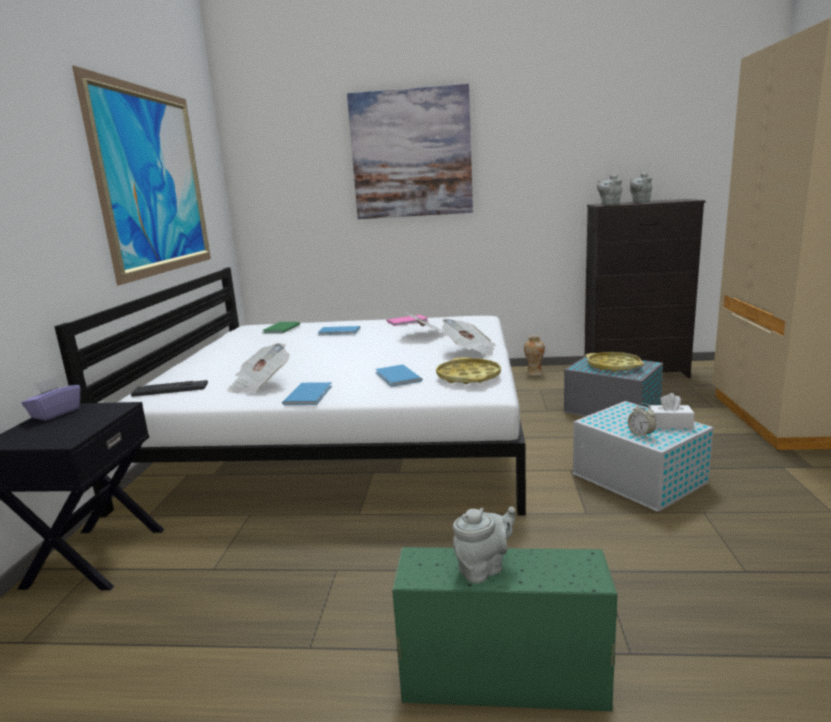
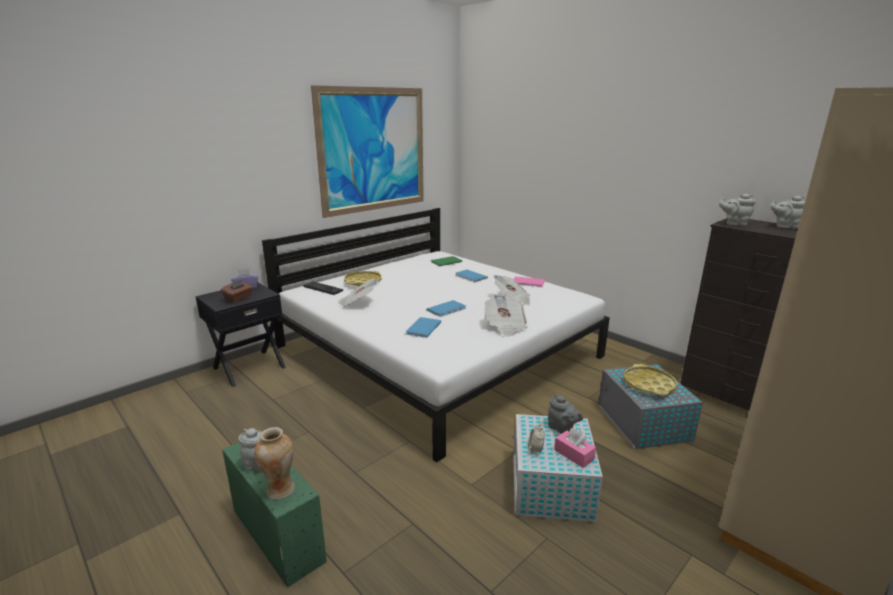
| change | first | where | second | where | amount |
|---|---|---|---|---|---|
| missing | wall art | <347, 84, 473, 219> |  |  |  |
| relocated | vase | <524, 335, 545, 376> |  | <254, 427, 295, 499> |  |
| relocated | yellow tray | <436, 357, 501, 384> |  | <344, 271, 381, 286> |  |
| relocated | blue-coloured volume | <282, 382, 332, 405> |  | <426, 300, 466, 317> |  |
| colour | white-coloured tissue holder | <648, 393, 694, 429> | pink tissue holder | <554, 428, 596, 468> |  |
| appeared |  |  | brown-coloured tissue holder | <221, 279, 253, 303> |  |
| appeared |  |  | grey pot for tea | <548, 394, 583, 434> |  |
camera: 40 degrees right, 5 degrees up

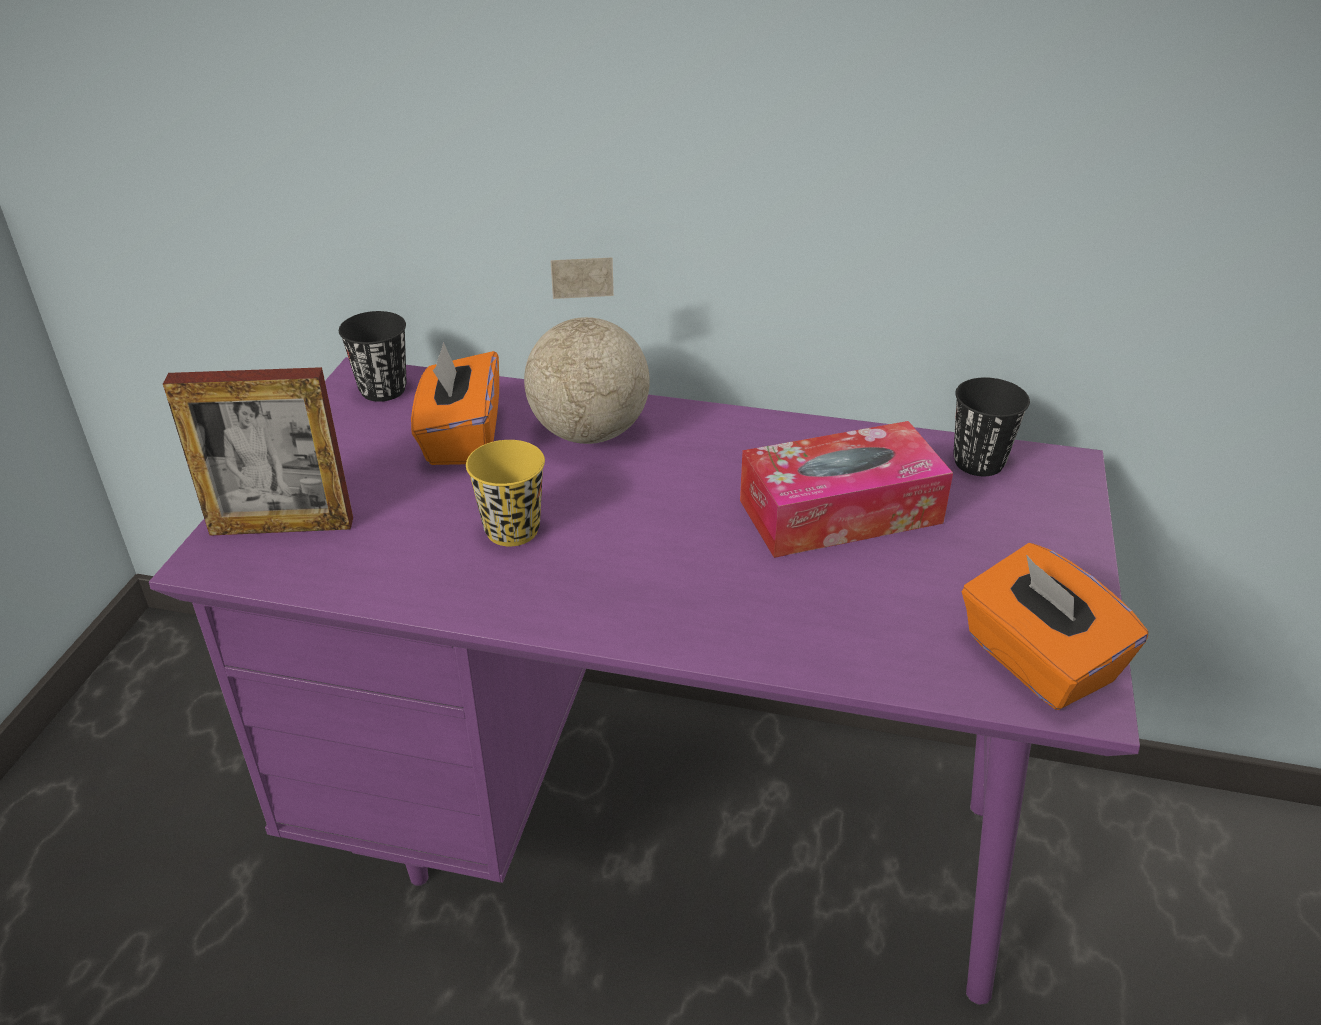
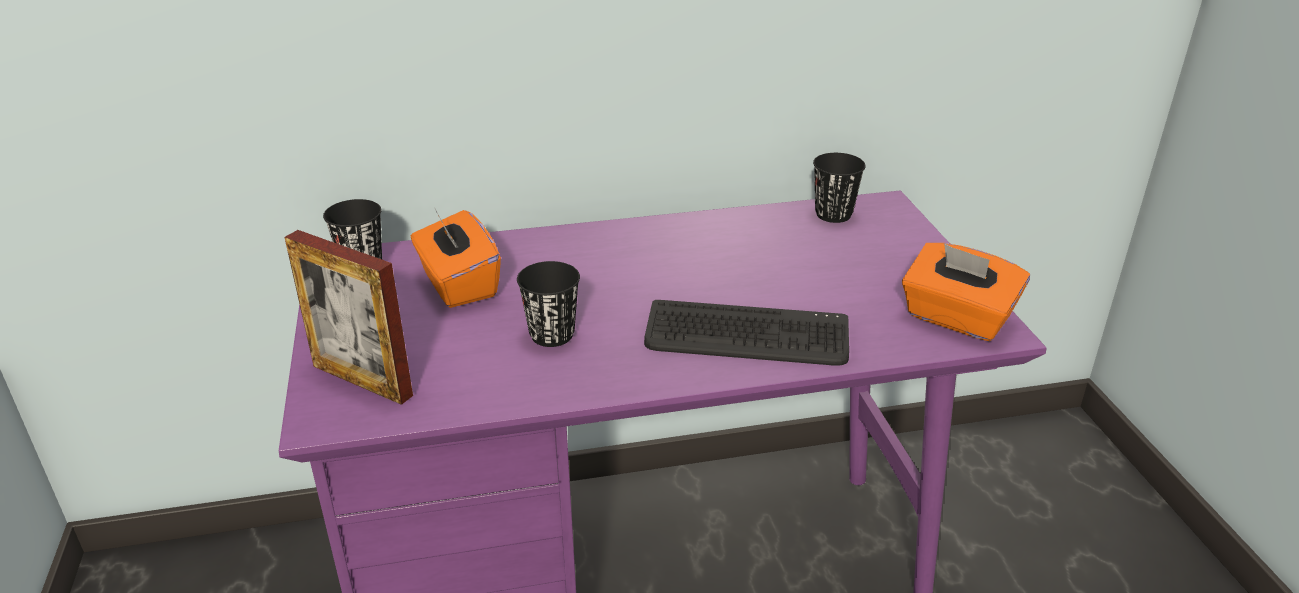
| change | first | where | second | where | amount |
|---|---|---|---|---|---|
| missing | world globe | <524, 258, 650, 444> |  |  |  |
| spun | photo frame | <163, 367, 353, 536> |  | <285, 230, 413, 405> | 60 degrees clockwise |
| missing | tissue holder | <740, 421, 953, 558> |  |  |  |
| colour | yellow small cup | <466, 440, 545, 546> | black small cup | <517, 261, 580, 347> |  |
| appeared |  |  | computer keyboard | <644, 300, 849, 366> |  |
camera: 25 degrees left, 5 degrees down

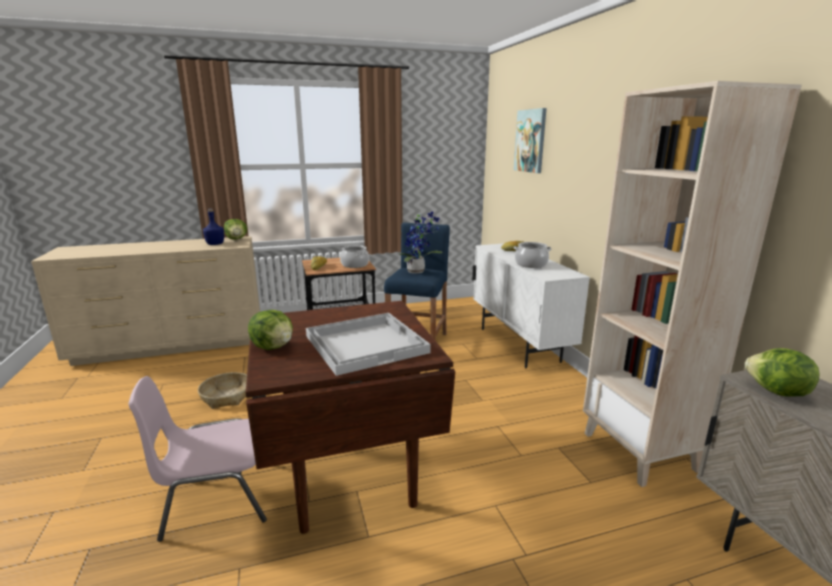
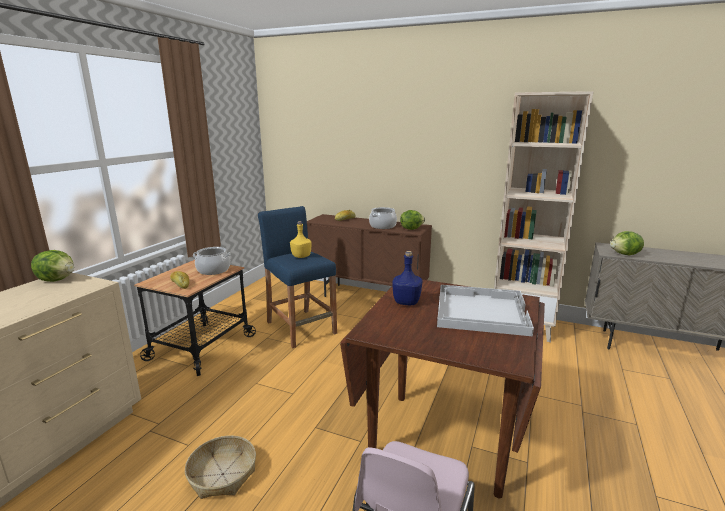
| change | first | where | second | where | amount |
|---|---|---|---|---|---|
| missing | wall art | <514, 108, 547, 173> |  |  |  |
| relocated | blue-coloured bottle | <203, 209, 224, 245> |  | <392, 251, 422, 305> |  |
| exchanged | plant in a pot | <398, 212, 443, 274> | yellow bottle | <290, 221, 312, 258> |  |
| colour | white-coloured storage cabinet | <472, 243, 590, 368> | brown-coloured storage cabinet | <307, 214, 432, 297> |  |
| relocated | head of lettuce | <248, 310, 293, 350> |  | <400, 210, 425, 230> |  |
camera: 50 degrees left, 0 degrees up

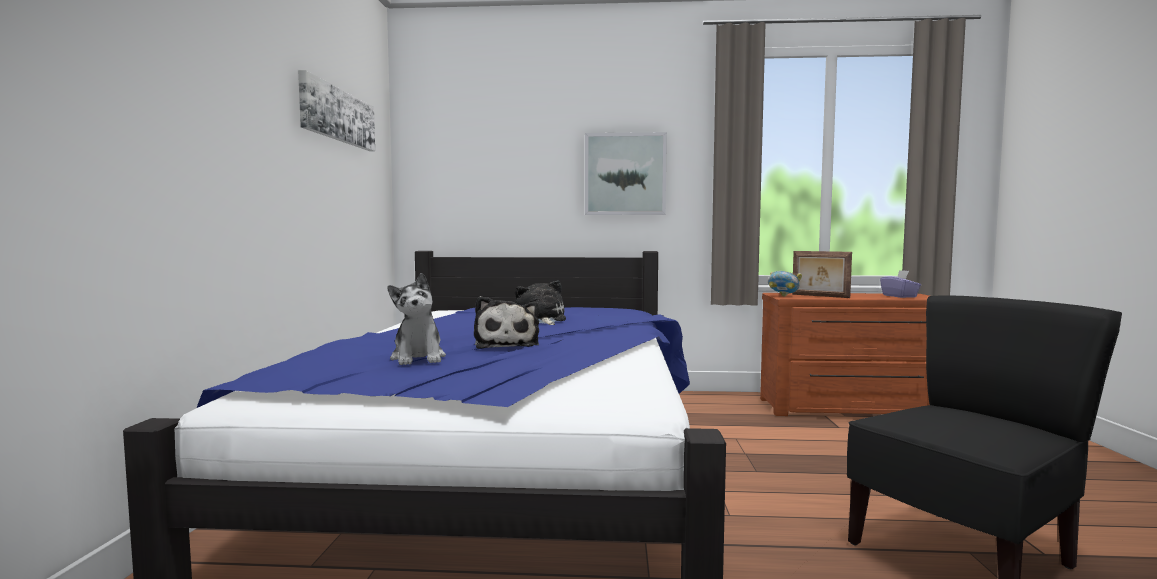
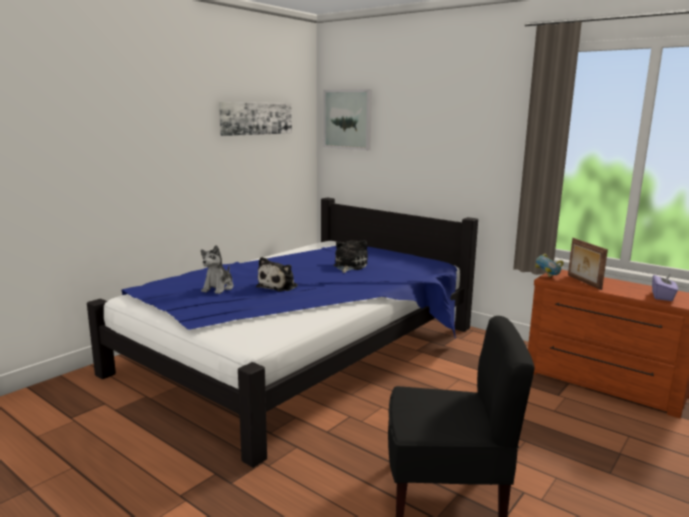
| change | first | where | second | where | amount |
|---|---|---|---|---|---|
| relocated | wall art | <585, 132, 667, 215> |  | <323, 89, 372, 150> |  |
camera: 35 degrees right, 10 degrees up

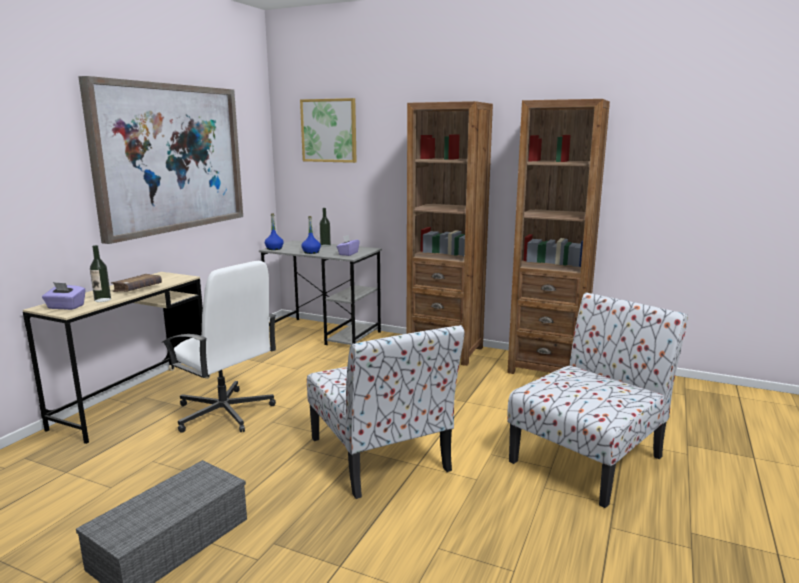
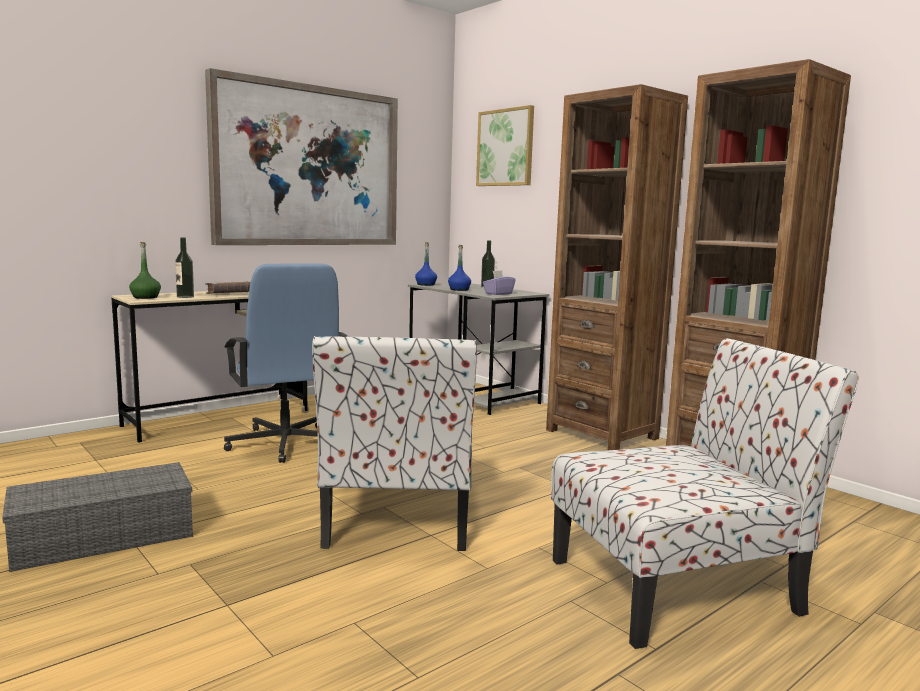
| change | first | where | second | where | amount |
|---|---|---|---|---|---|
| colour | white-coloured computer chair | <162, 261, 276, 433> | blue-coloured computer chair | <224, 263, 348, 463> |  |
| exchanged | purple-coloured tissue holder | <42, 282, 86, 310> | greenish bottle | <129, 242, 161, 299> |  |
camera: 25 degrees right, 5 degrees down

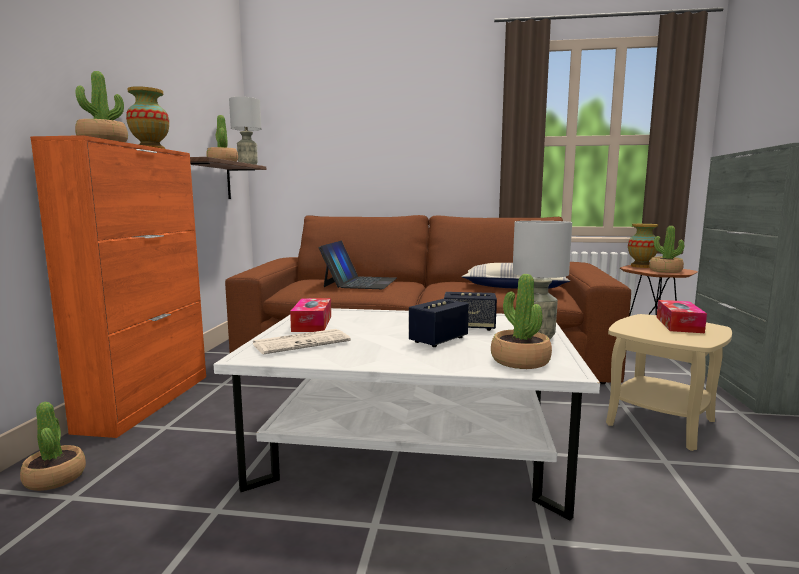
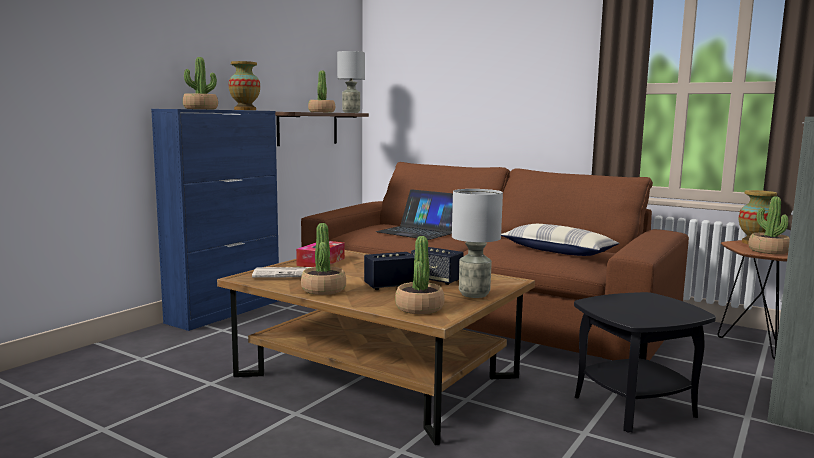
| change | first | where | second | where | amount |
|---|---|---|---|---|---|
| colour | orange storage cabinet | <30, 135, 206, 438> | blue-coloured storage cabinet | <151, 109, 279, 331> |  |
| spun | laptop | <318, 241, 397, 289> |  | <376, 189, 453, 240> | 90 degrees clockwise |
| missing | tissue holder | <657, 300, 707, 333> |  |  |  |
| colour | white-coloured lounge table | <214, 308, 600, 520> | brown-coloured lounge table | <217, 250, 535, 445> |  |
| colour | beige side table | <606, 314, 732, 451> | black side table | <574, 292, 716, 433> |  |
| relocated | plant in a pot | <20, 402, 86, 491> |  | <301, 223, 346, 295> |  |
camera: 25 degrees right, 0 degrees up

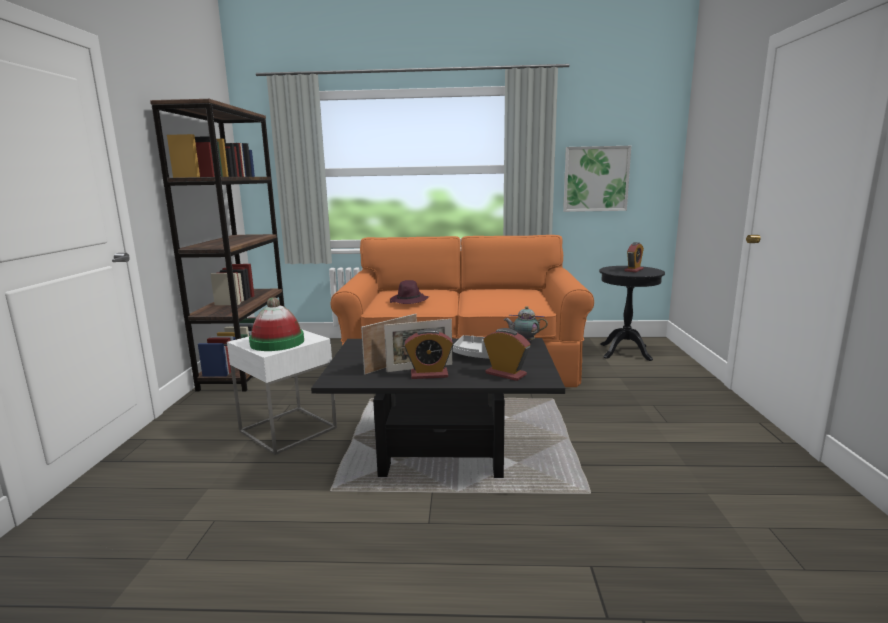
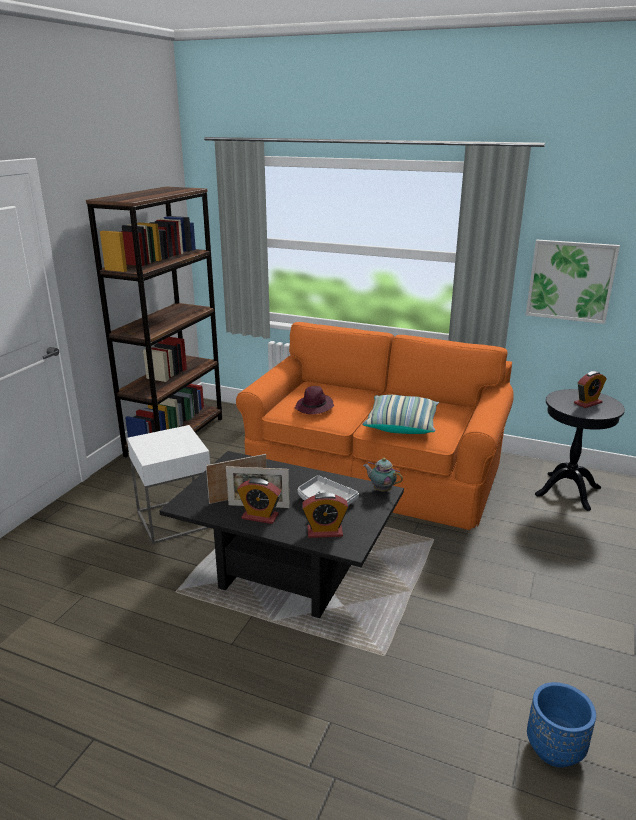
| change | first | where | second | where | amount |
|---|---|---|---|---|---|
| missing | hat | <249, 297, 304, 351> |  |  |  |
| spun | alarm clock | <483, 328, 530, 381> |  | <302, 493, 348, 538> | 120 degrees clockwise |
| appeared |  |  | pillow | <362, 395, 439, 434> |  |
| appeared |  |  | blue-coloured flower pot | <527, 682, 596, 768> |  |
camera: 20 degrees right, 10 degrees up

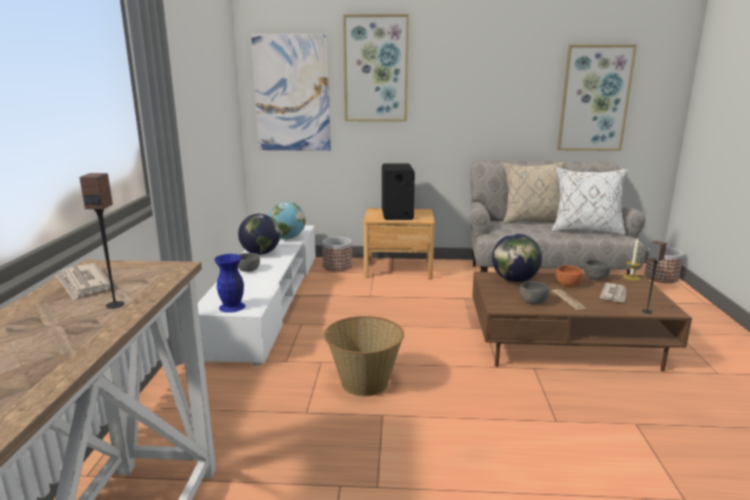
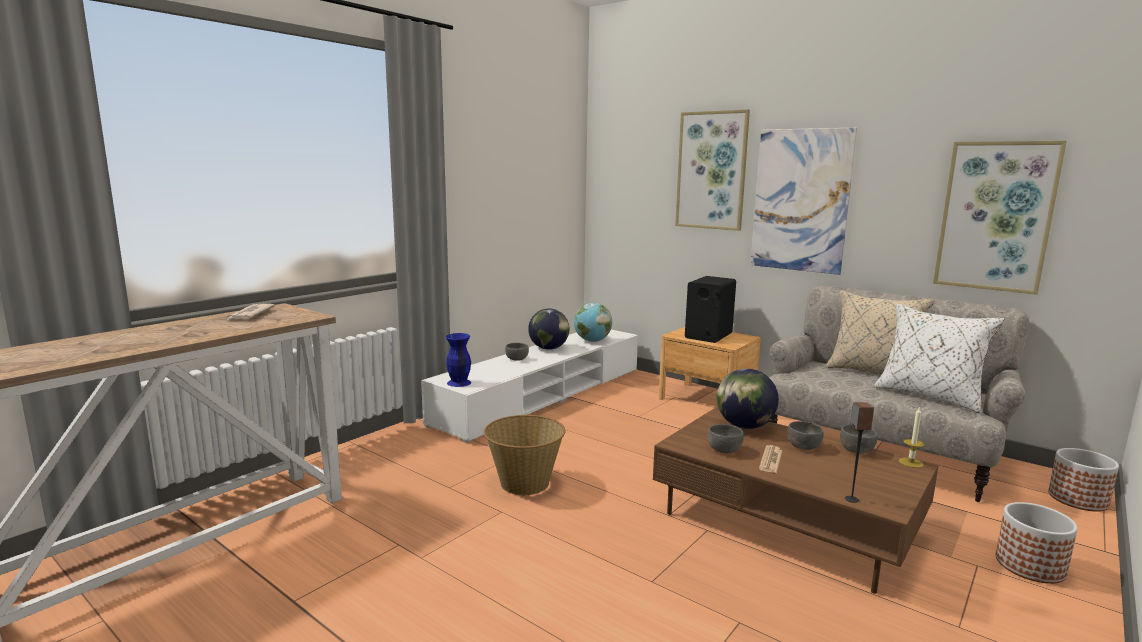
| change | first | where | second | where | amount |
|---|---|---|---|---|---|
| relocated | wall art | <251, 34, 331, 151> |  | <750, 127, 857, 275> |  |
| missing | speaker | <79, 173, 124, 309> |  |  |  |
| relocated | flower pot | <322, 237, 352, 272> |  | <996, 502, 1078, 584> |  |
| colour | orange serving bowl | <556, 265, 583, 287> | grey serving bowl | <787, 421, 824, 450> |  |
| missing | daily paper | <599, 283, 626, 302> |  |  |  |
camera: 35 degrees right, 5 degrees down

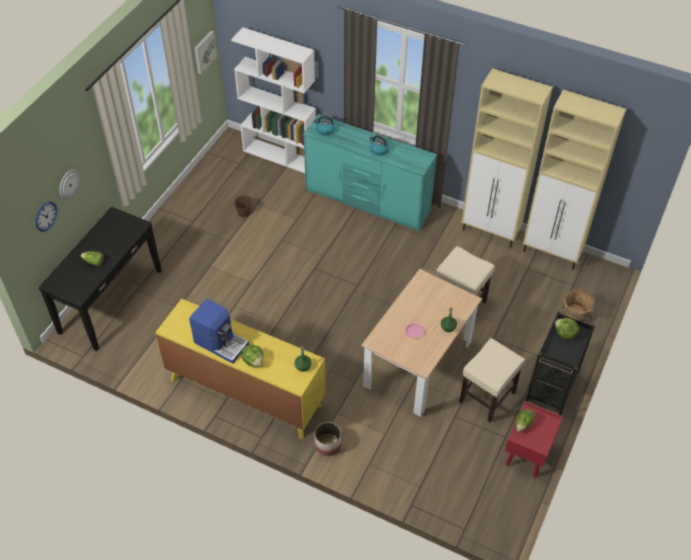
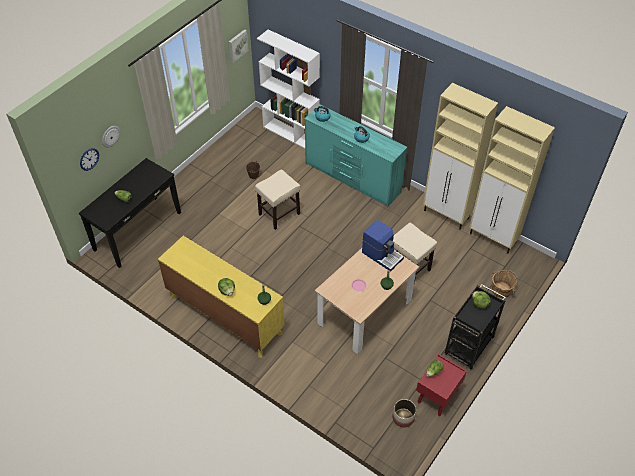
| change | first | where | second | where | amount |
|---|---|---|---|---|---|
| relocated | coffee maker | <189, 299, 249, 364> |  | <362, 220, 404, 272> |  |
| relocated | beige stool seat | <459, 338, 525, 422> |  | <255, 169, 300, 230> |  |
| relocated | flower pot | <314, 422, 341, 456> |  | <393, 399, 416, 428> |  |
camera: 10 degrees right, 0 degrees up

